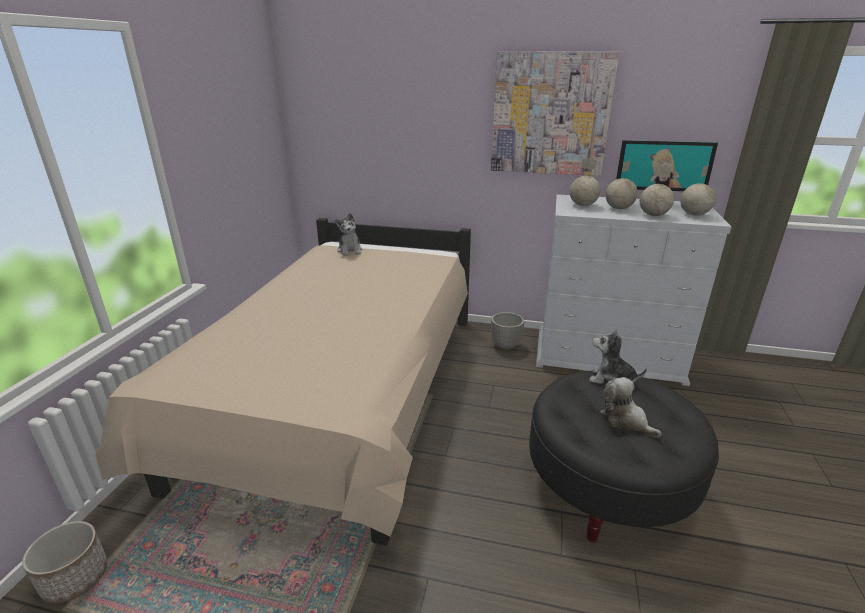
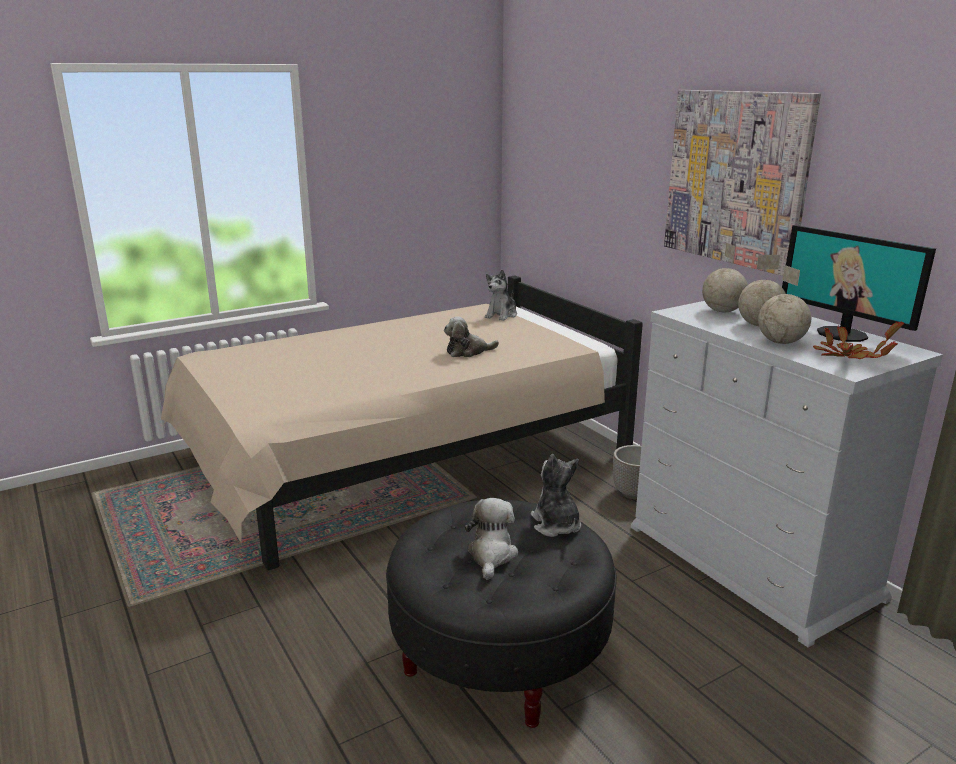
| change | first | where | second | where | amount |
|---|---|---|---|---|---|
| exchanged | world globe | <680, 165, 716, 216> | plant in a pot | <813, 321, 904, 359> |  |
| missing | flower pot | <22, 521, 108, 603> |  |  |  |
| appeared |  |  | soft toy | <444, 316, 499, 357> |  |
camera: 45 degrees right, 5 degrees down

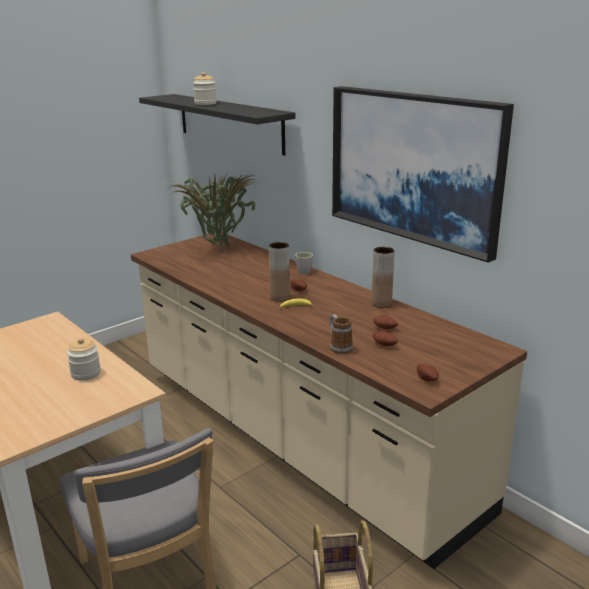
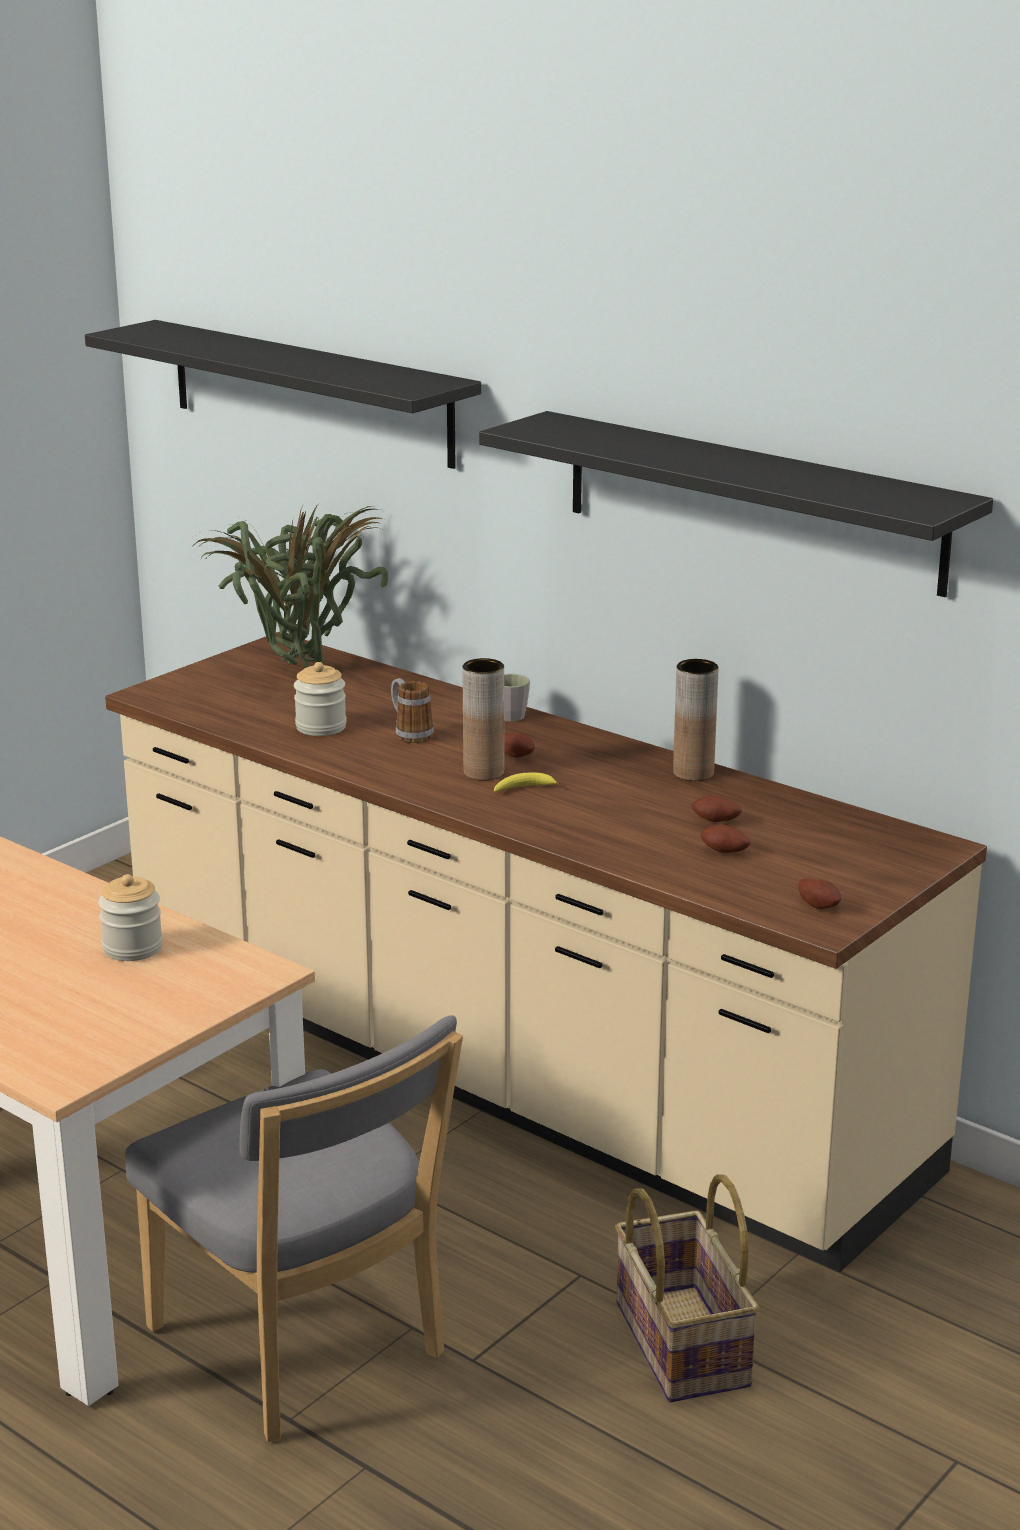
| change | first | where | second | where | amount |
|---|---|---|---|---|---|
| relocated | storage jar | <193, 72, 217, 105> |  | <294, 662, 347, 736> |  |
| exchanged | wall art | <332, 86, 514, 263> | black shelf | <479, 411, 993, 597> |  |
| relocated | tea mug | <330, 314, 353, 354> |  | <391, 678, 434, 743> |  |
camera: 10 degrees left, 0 degrees up

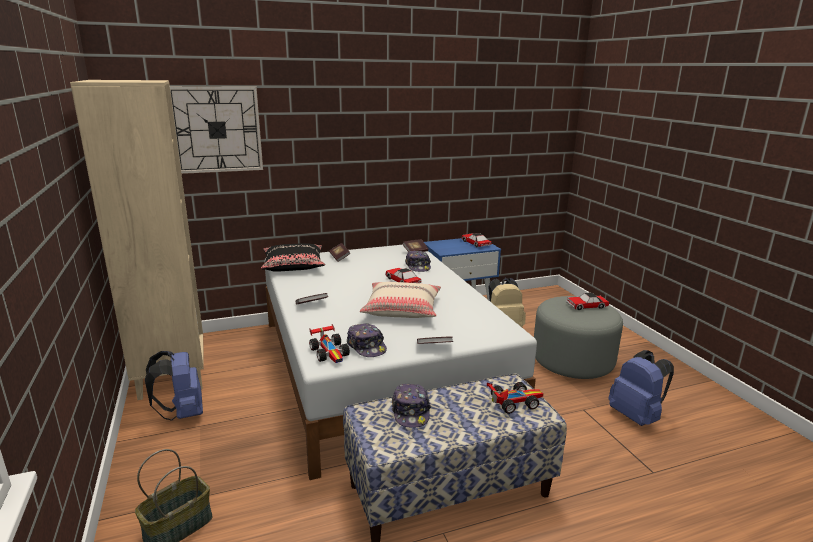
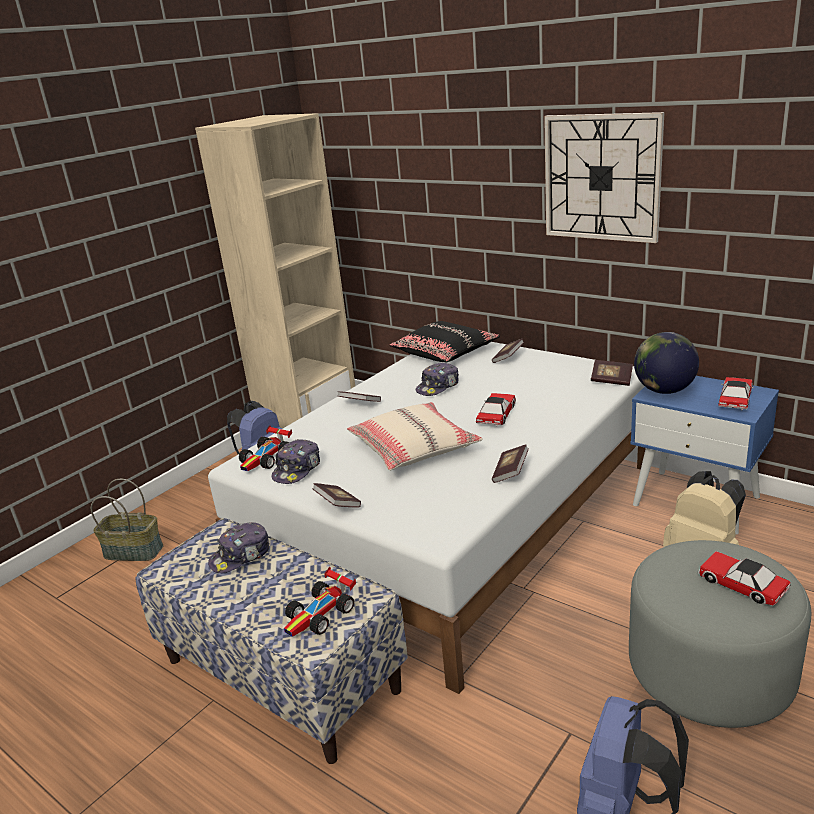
| change | first | where | second | where | amount |
|---|---|---|---|---|---|
| relocated | wall clock | <170, 86, 263, 174> |  | <544, 112, 665, 243> |  |
| relocated | cap | <405, 251, 431, 272> |  | <416, 362, 459, 396> |  |
| spun | miniature car | <487, 382, 544, 414> |  | <284, 567, 356, 637> | 90 degrees clockwise |
| appeared |  |  | world globe | <634, 332, 699, 394> |  |
| appeared |  |  | volume | <492, 444, 529, 483> |  |
camera: 60 degrees right, 5 degrees up

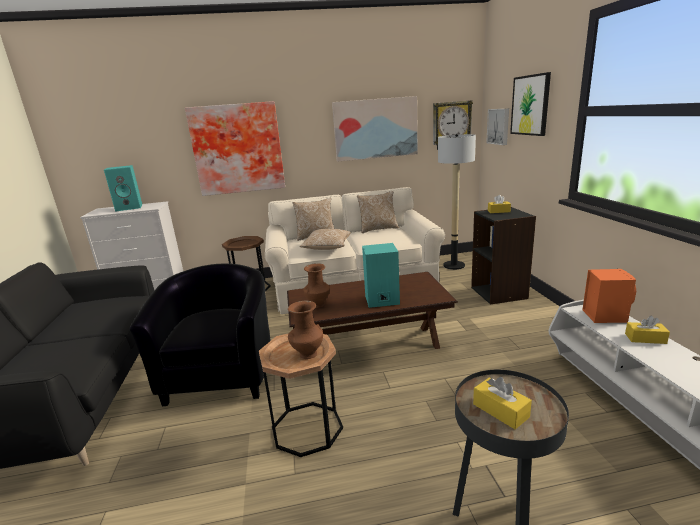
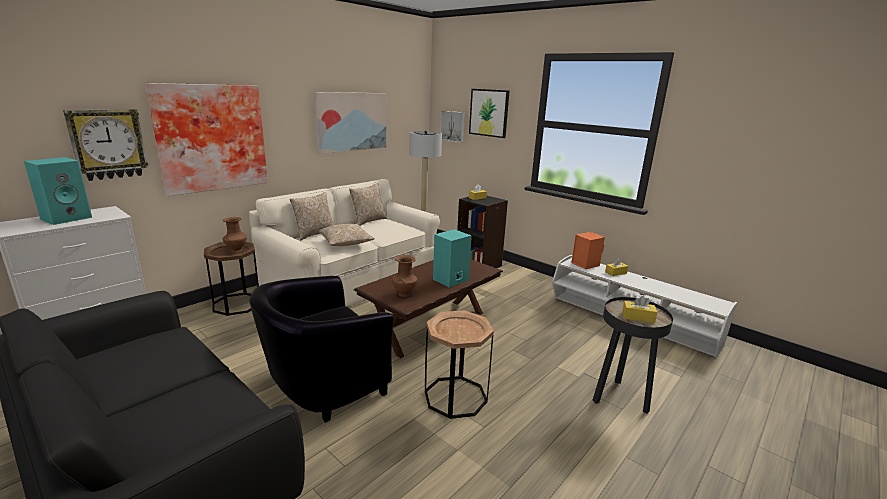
| change | first | where | second | where | amount |
|---|---|---|---|---|---|
| relocated | wall clock | <433, 100, 473, 150> |  | <63, 109, 148, 181> |  |
| spun | black armchair | <129, 263, 271, 406> |  | <249, 276, 394, 423> | 90 degrees counterclockwise |
| relocated | brown-coloured vase | <288, 301, 323, 359> |  | <223, 217, 246, 253> |  |
camera: 40 degrees left, 0 degrees up

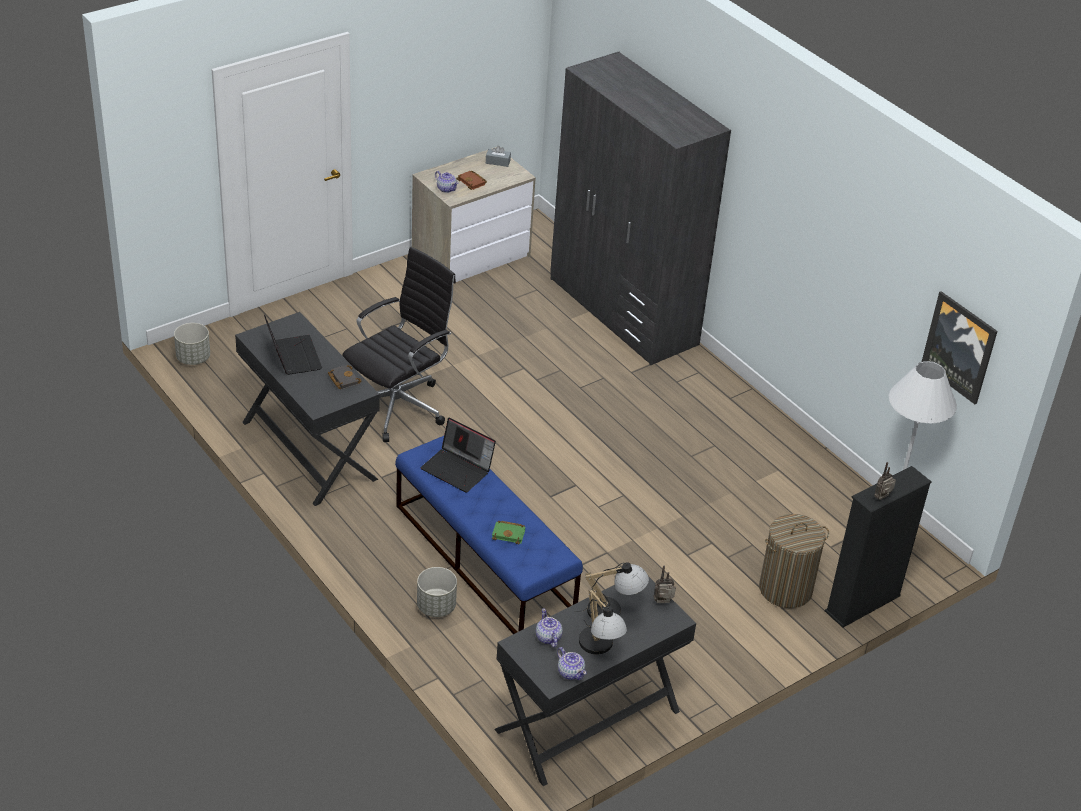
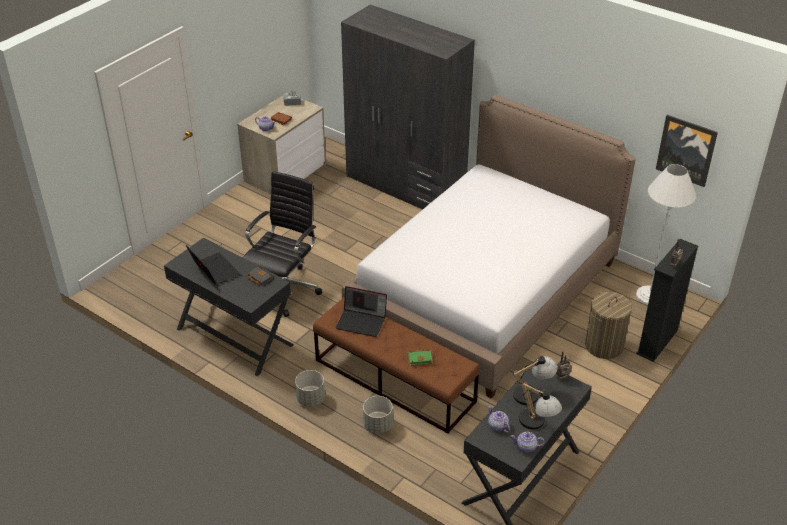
| change | first | where | second | where | amount |
|---|---|---|---|---|---|
| relocated | grey flower pot | <174, 323, 210, 365> |  | <295, 370, 325, 407> |  |
| colour | blue-coloured long seat | <395, 436, 583, 634> | brown-coloured long seat | <313, 297, 480, 434> |  |
| spun | pot for tea | <557, 647, 587, 680> |  | <510, 432, 545, 453> | 150 degrees clockwise |
| appeared |  |  | bedroom bed | <342, 95, 636, 399> |  |
camera: 15 degrees left, 0 degrees up

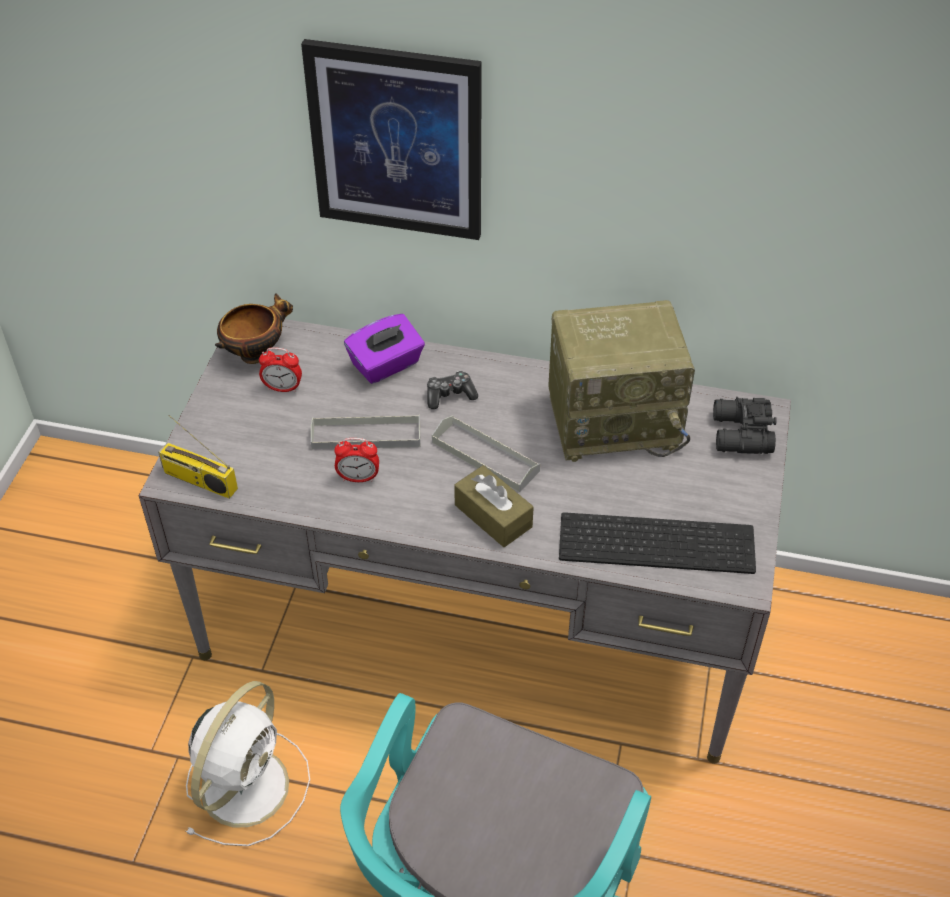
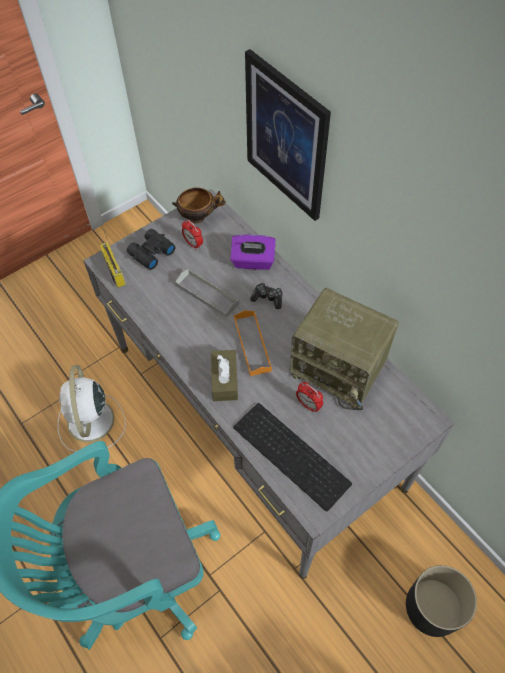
| change | first | where | second | where | amount |
|---|---|---|---|---|---|
| relocated | black pair of binoculars | <713, 397, 777, 454> |  | <127, 229, 175, 270> |  |
| colour | grey tray | <432, 415, 540, 492> | orange tray | <234, 310, 272, 376> |  |
| relocated | alarm clock | <334, 438, 379, 482> |  | <296, 382, 323, 412> |  |
| spun | white-coloured electric fan | <186, 681, 310, 846> |  | <58, 365, 126, 452> | 105 degrees clockwise |
| appeared |  |  | black flower pot | <406, 565, 477, 637> |  |
camera: 40 degrees right, 10 degrees up

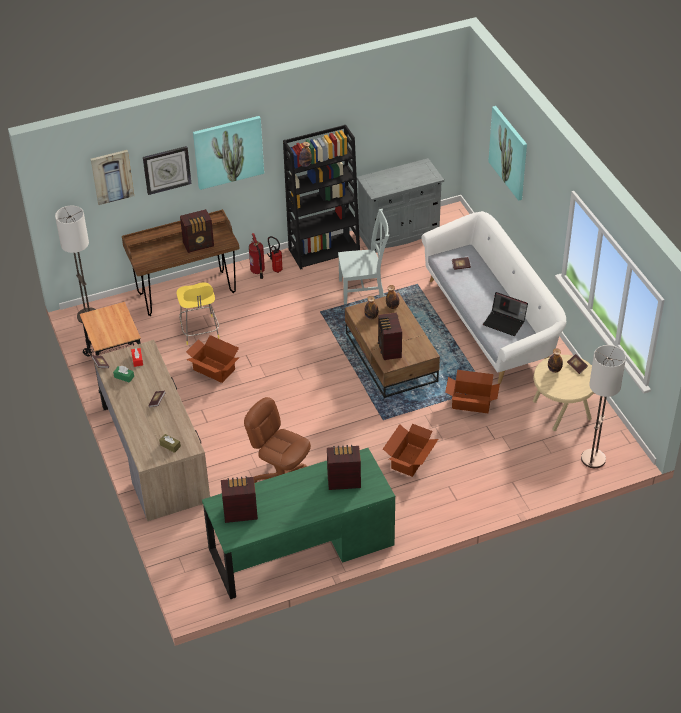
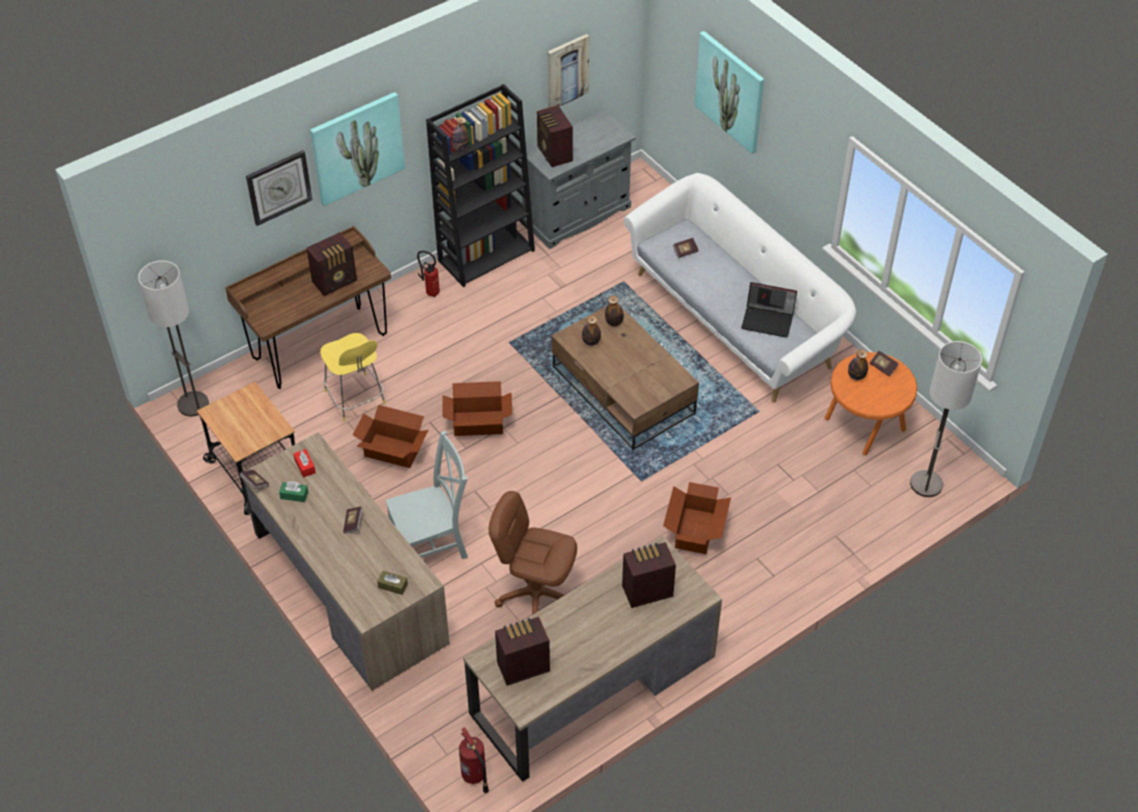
| change | first | where | second | where | amount |
|---|---|---|---|---|---|
| relocated | wall art | <91, 150, 134, 205> |  | <548, 34, 589, 108> |  |
| relocated | grey upright chair | <338, 209, 389, 305> |  | <385, 431, 468, 559> |  |
| relocated | fire-fighting cylinder | <249, 233, 265, 279> |  | <459, 727, 489, 793> |  |
| relocated | radio set | <378, 312, 402, 360> |  | <537, 105, 573, 167> |  |
| colour | beige side table | <533, 355, 594, 431> | orange side table | <825, 352, 917, 455> |  |
| relocated | cardboard box | <445, 370, 500, 413> |  | <442, 381, 512, 436> |  |
| colour | greenish desk table | <202, 448, 395, 599> | brown-coloured desk table | <463, 536, 722, 782> |  |
camera: 15 degrees left, 5 degrees up

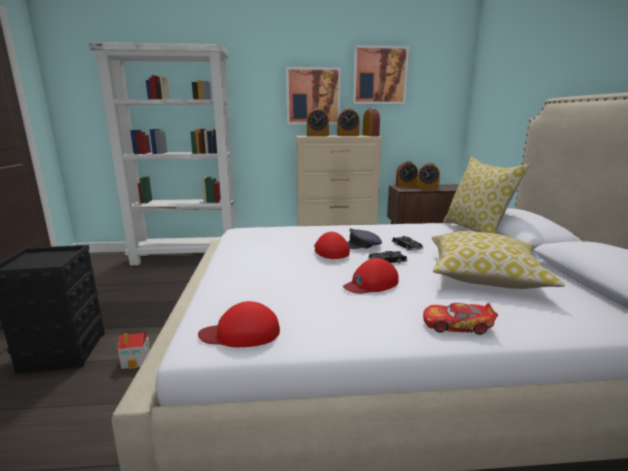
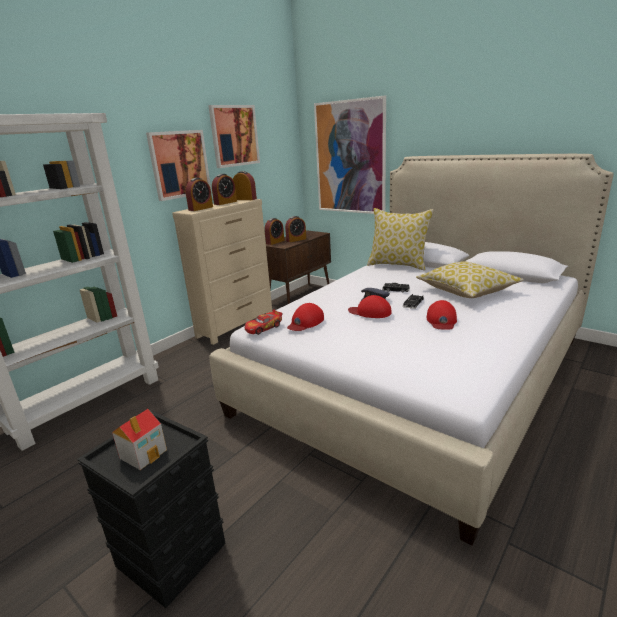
| change | first | where | second | where | amount |
|---|---|---|---|---|---|
| relocated | reddish cap | <198, 301, 280, 347> |  | <287, 303, 324, 331> |  |
| relocated | miniature car | <423, 303, 498, 335> |  | <244, 309, 282, 335> |  |
| relocated | model house | <118, 333, 150, 369> |  | <112, 409, 167, 470> |  |
| appeared |  |  | wall art | <314, 96, 386, 214> |  |
camera: 45 degrees left, 5 degrees up

